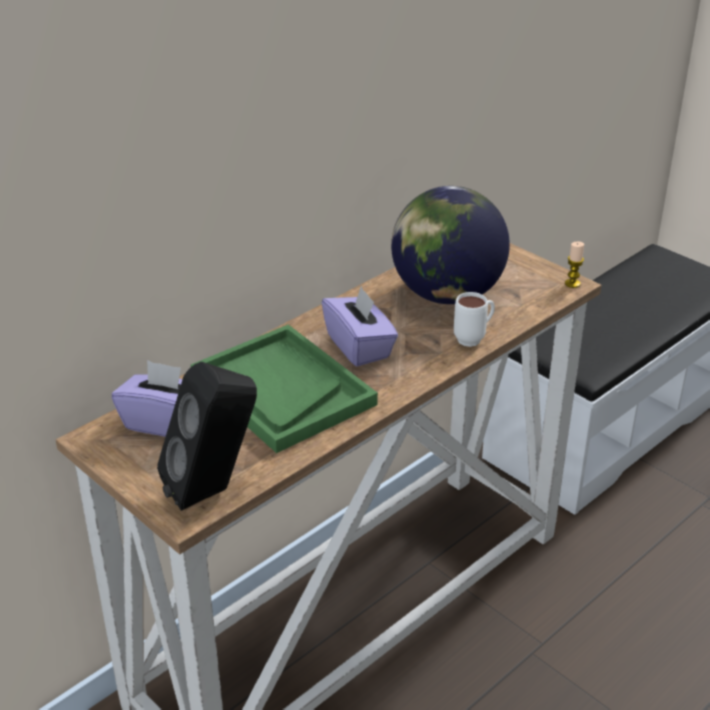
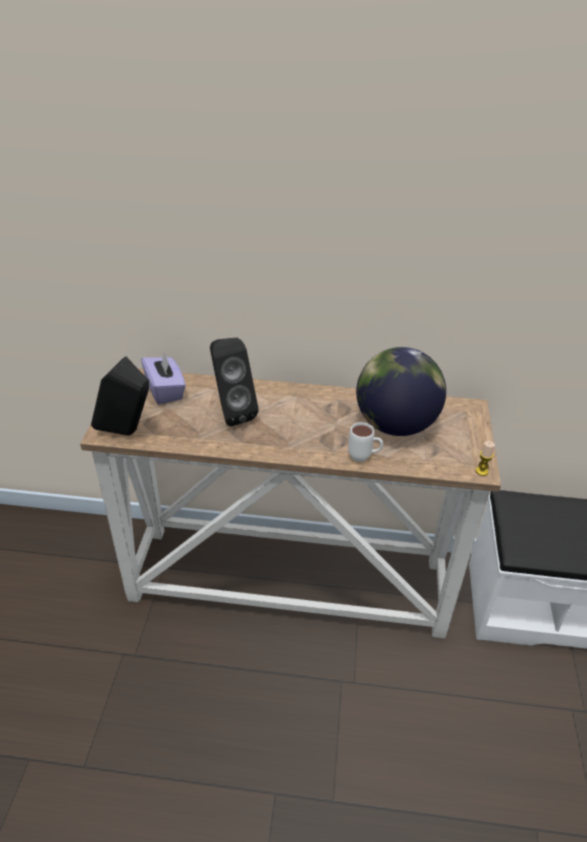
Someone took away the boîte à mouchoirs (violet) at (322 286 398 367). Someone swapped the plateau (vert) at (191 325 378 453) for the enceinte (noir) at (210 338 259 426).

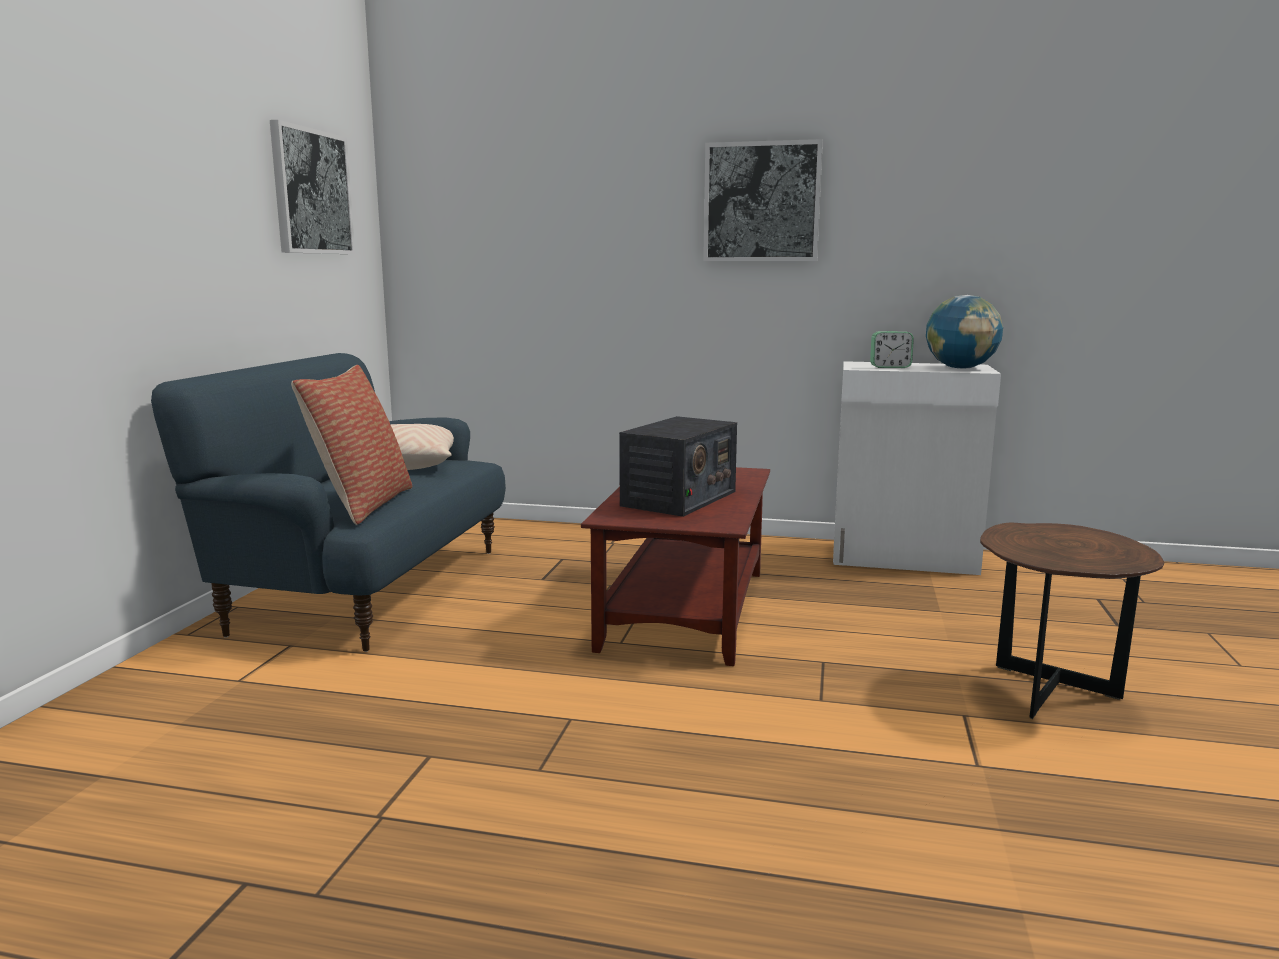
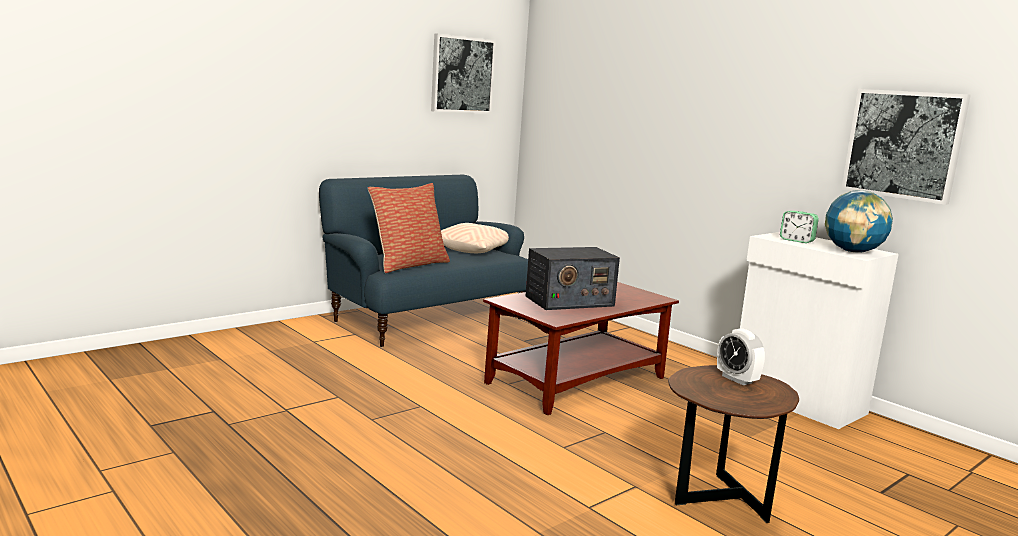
Someone put down the réveil at (717 328 765 385). Someone carried the tableau from (703 139 823 261) to (841 89 971 205).

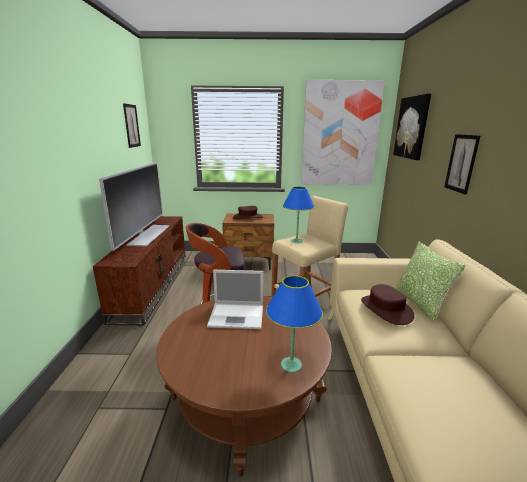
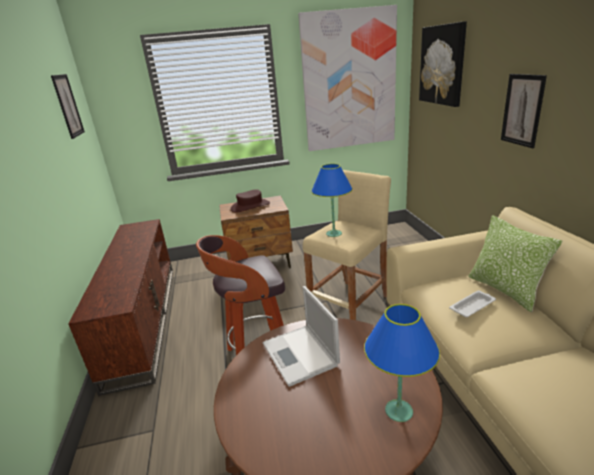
Someone took away the téléviseur at (99 162 170 251). Someone swapped the chapeau (marron) at (361 284 415 325) for the plateau (blanc) at (449 291 496 317). Someone rotated the ordinateur portable at (207 270 264 329) by 75 degrees clockwise.

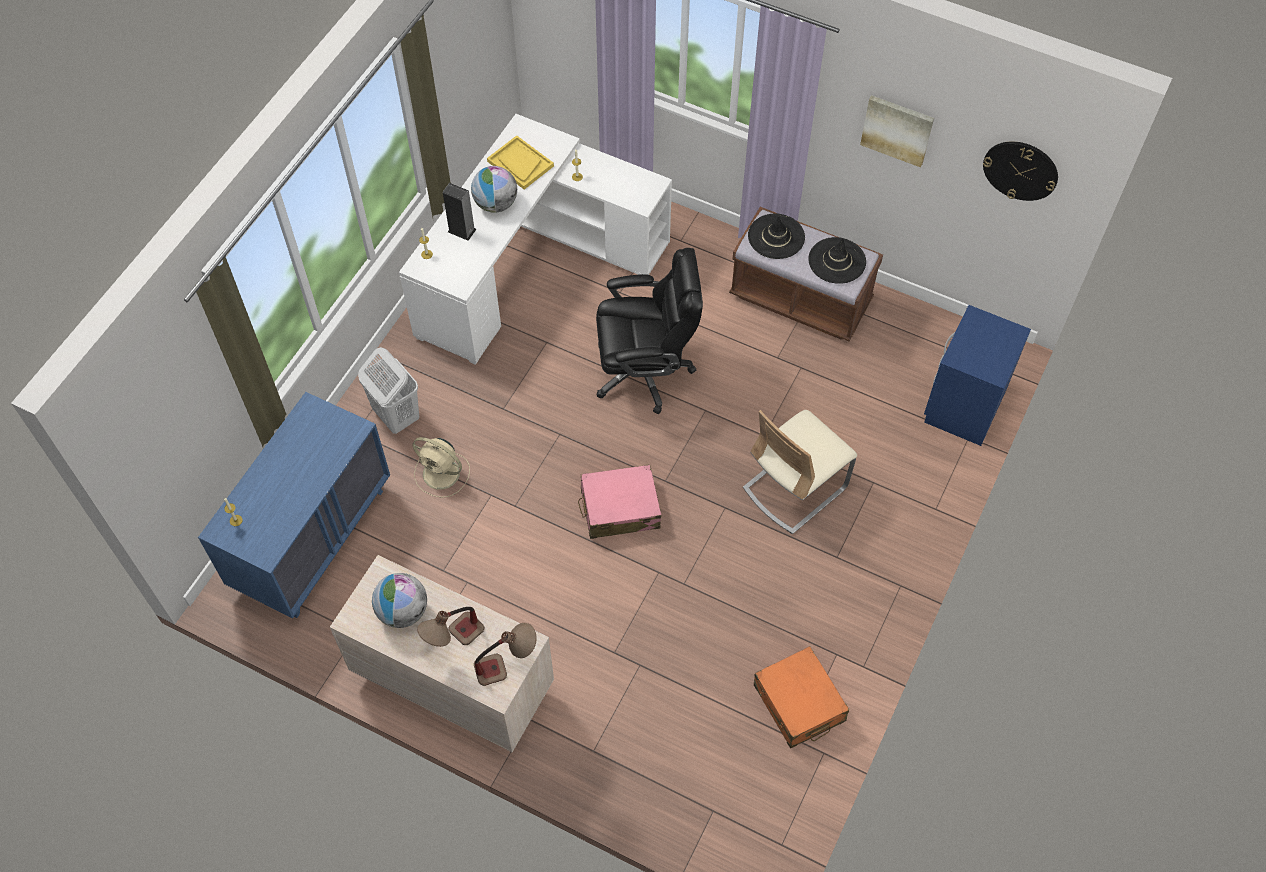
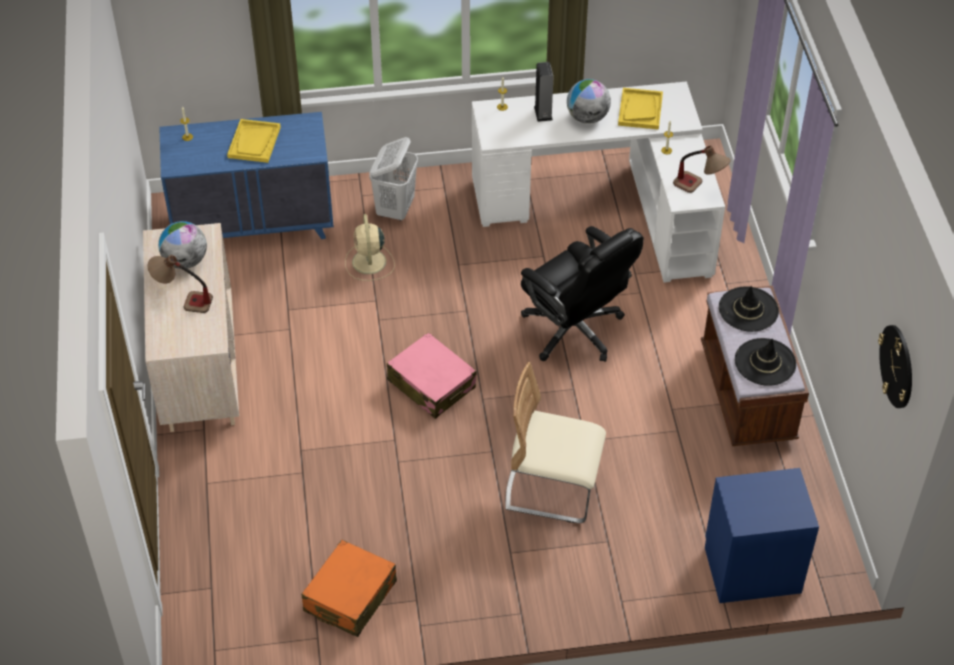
Someone took away the tableau at (860 95 934 168). Someone put down the plateau (jaune) at (227 119 281 163). Someone carried the lampe de table from (474 623 537 686) to (673 146 731 193).

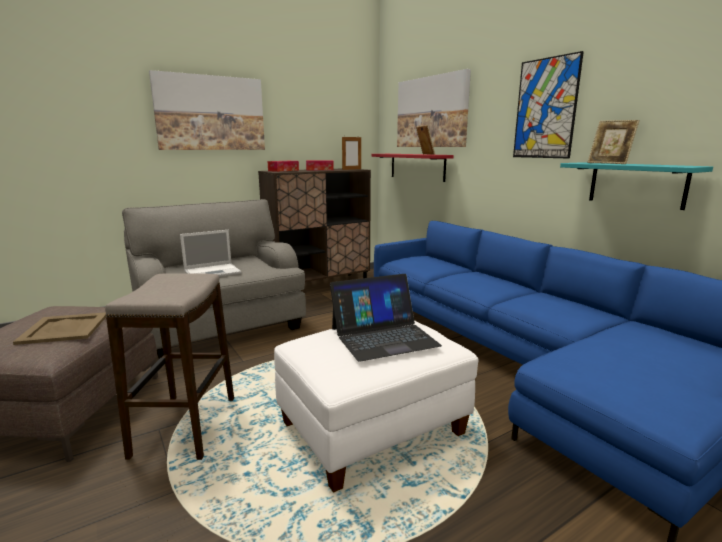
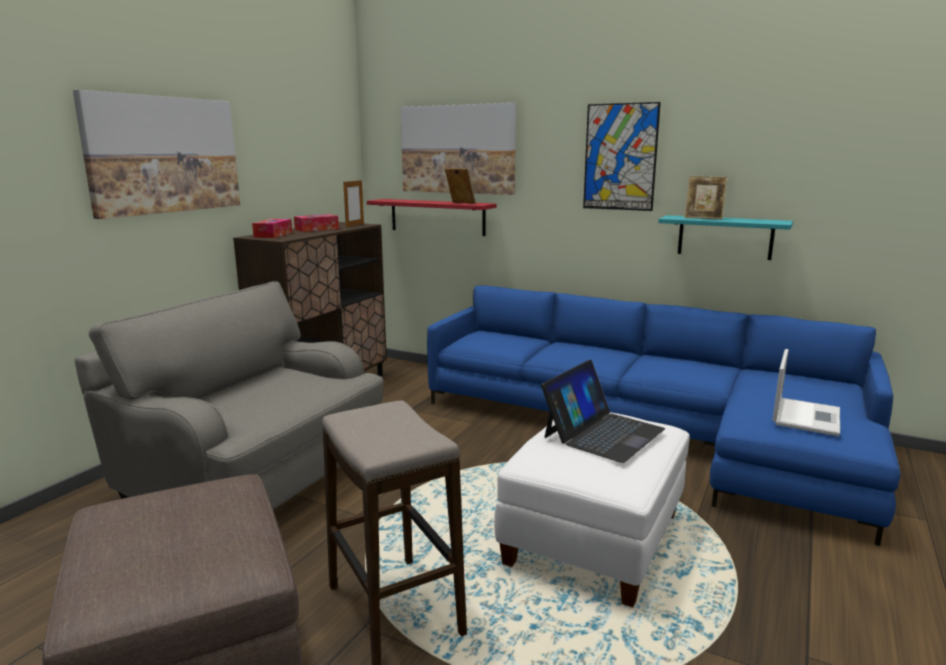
Someone took away the plateau (beige) at (13 312 106 345). Someone carried the ordinateur portable from (180 230 242 277) to (772 349 840 436).

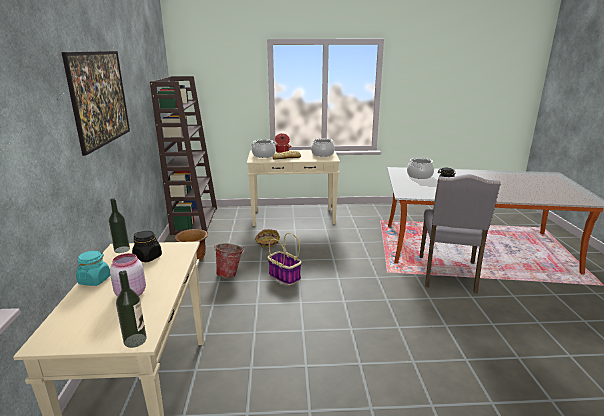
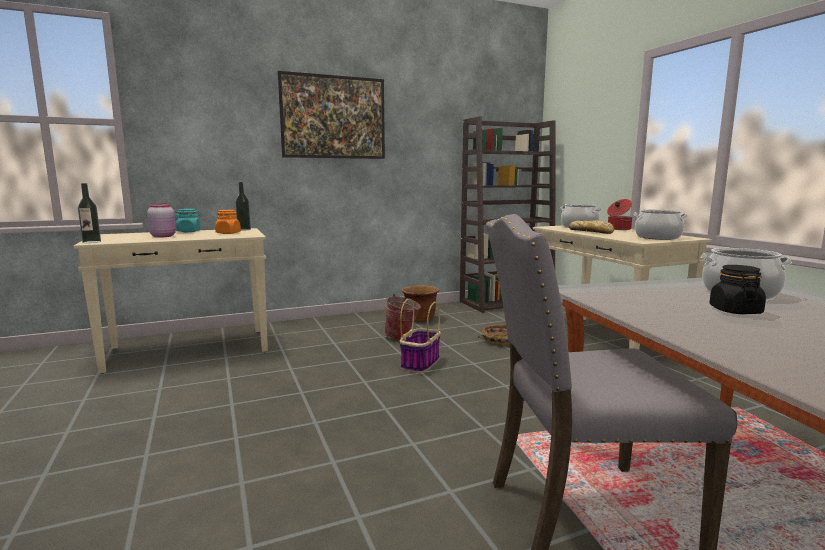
Someone repainted the bocal (noir) at (132 231 162 262), which became the bocal (orange) at (215 210 241 234).

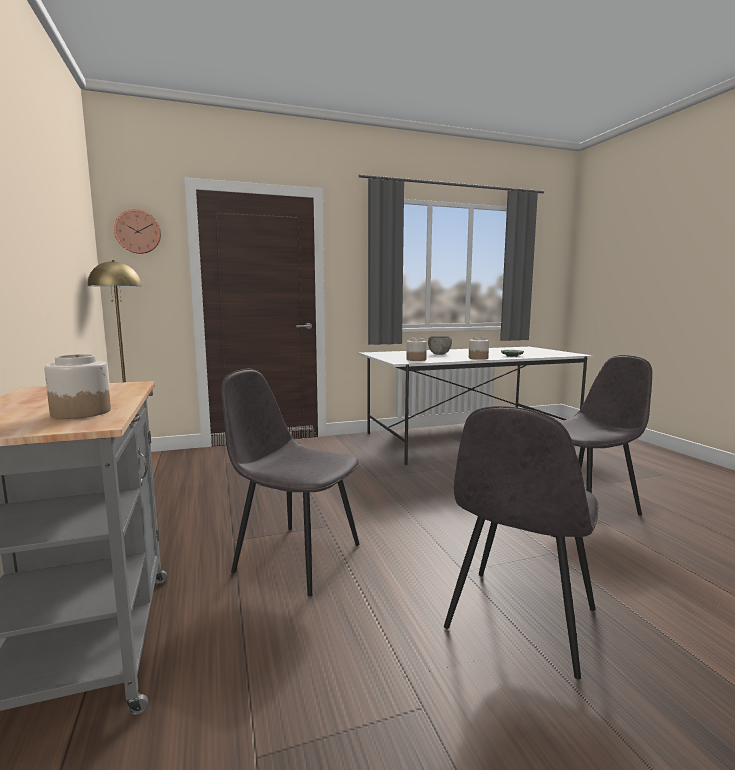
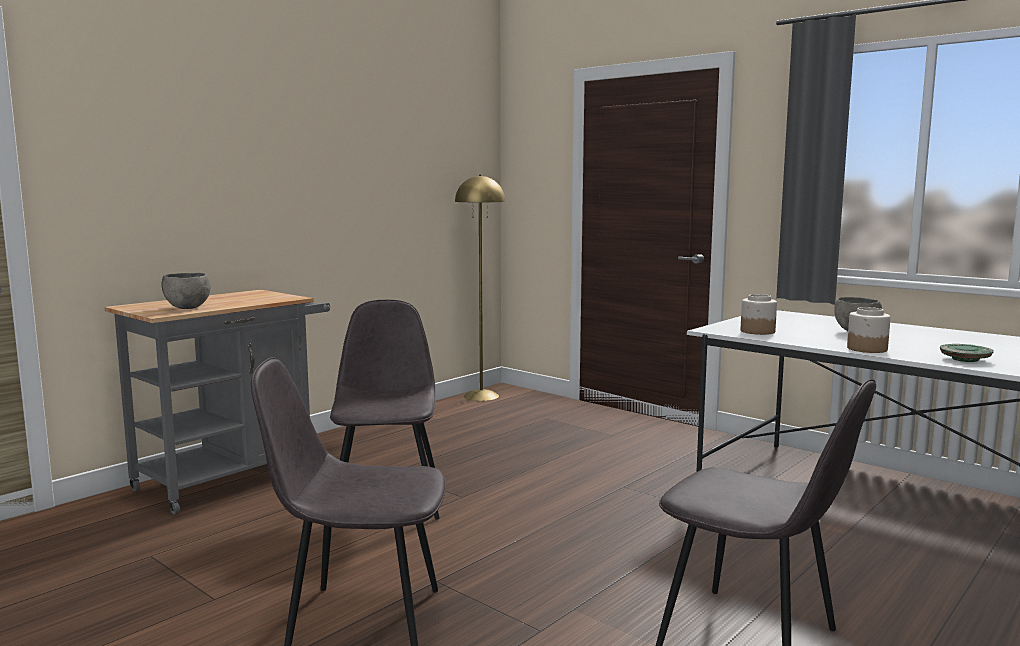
Someone took away the horloge murale at (114 209 161 254). Someone swapped the bocal at (44 354 111 419) for the bol (gris) at (162 273 211 309).

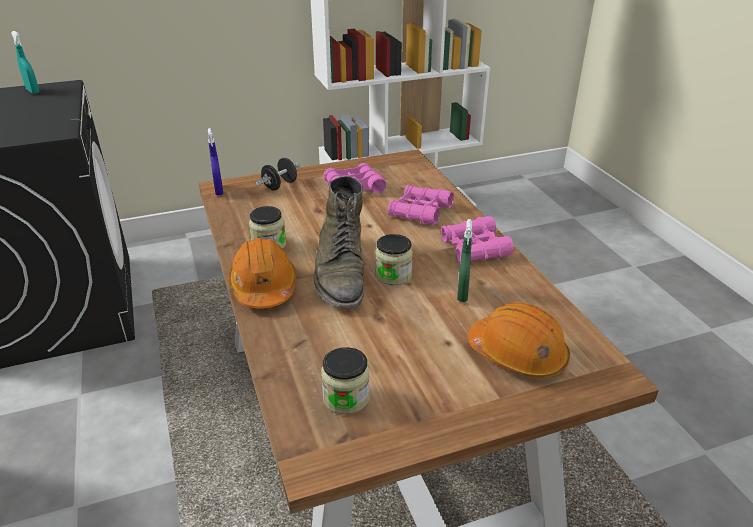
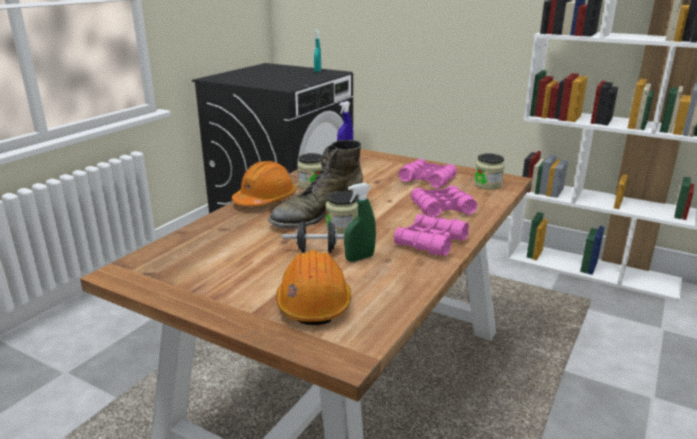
Someone carried the haltère (noir) from (256 158 300 190) to (282 221 344 253). Someone carried the bocal from (321 347 370 414) to (474 153 505 190).

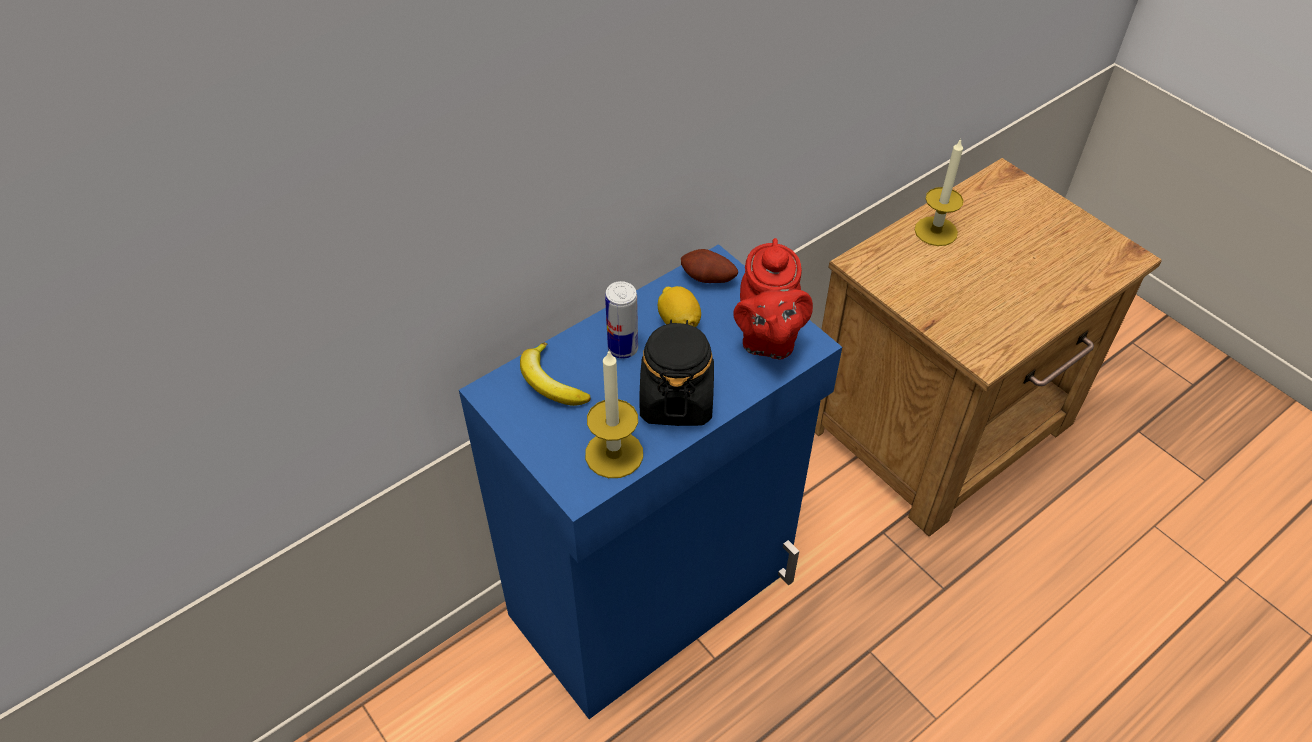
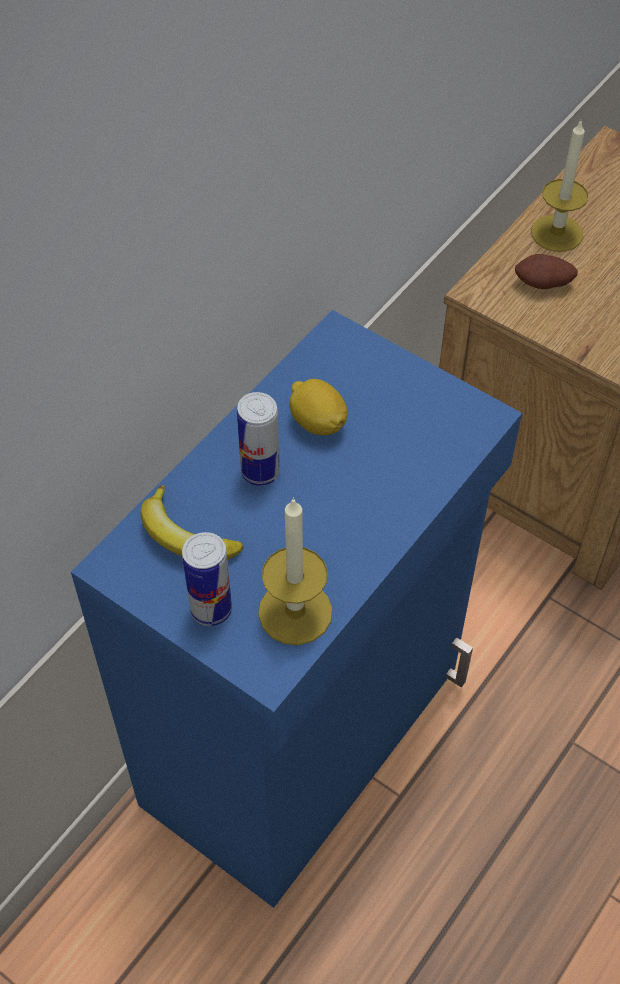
Someone took away the bocal (noir) at (639 320 714 426). Someone took away the théière (rouge) at (733 238 813 360). Someone put down the boîte métallique at (182 532 232 626). Someone carried the pomme de terre from (681 249 738 283) to (515 254 578 289).

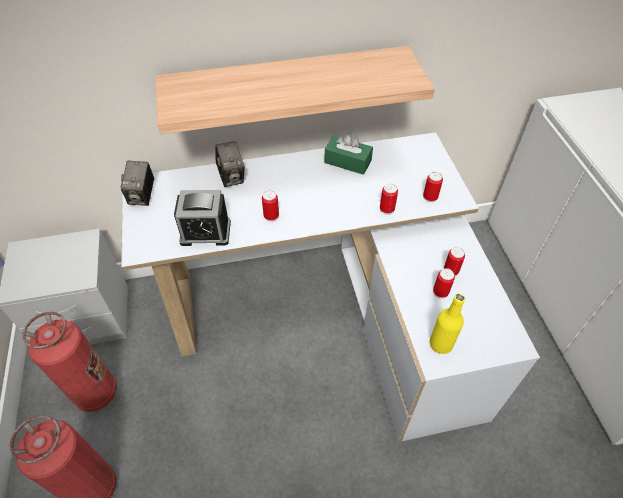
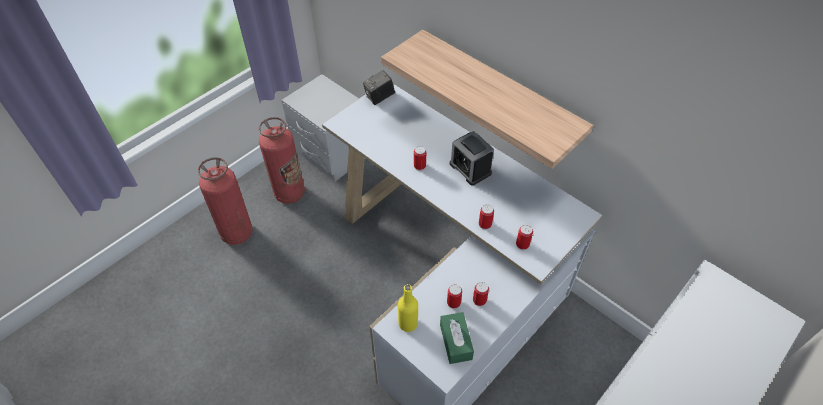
Someone took away the appareil photo at (215 141 245 187). Someone carried the réveil from (174 190 231 246) to (450 131 494 186). Someone carried the boîte à mouchoirs (vert) from (324 134 373 175) to (440 312 474 364).

